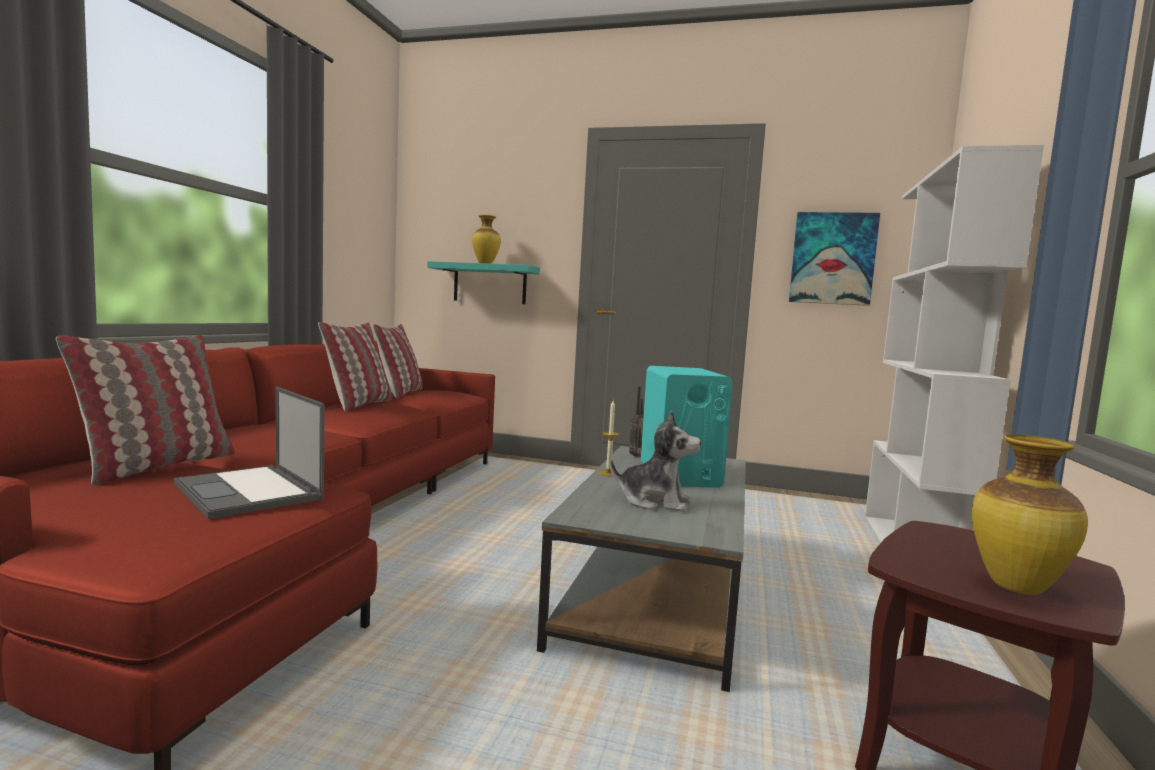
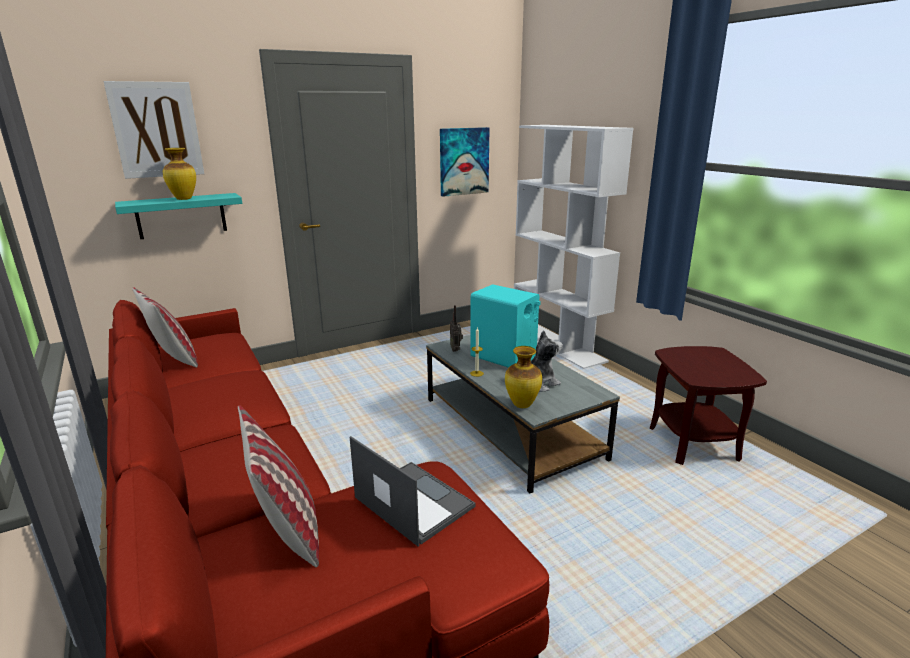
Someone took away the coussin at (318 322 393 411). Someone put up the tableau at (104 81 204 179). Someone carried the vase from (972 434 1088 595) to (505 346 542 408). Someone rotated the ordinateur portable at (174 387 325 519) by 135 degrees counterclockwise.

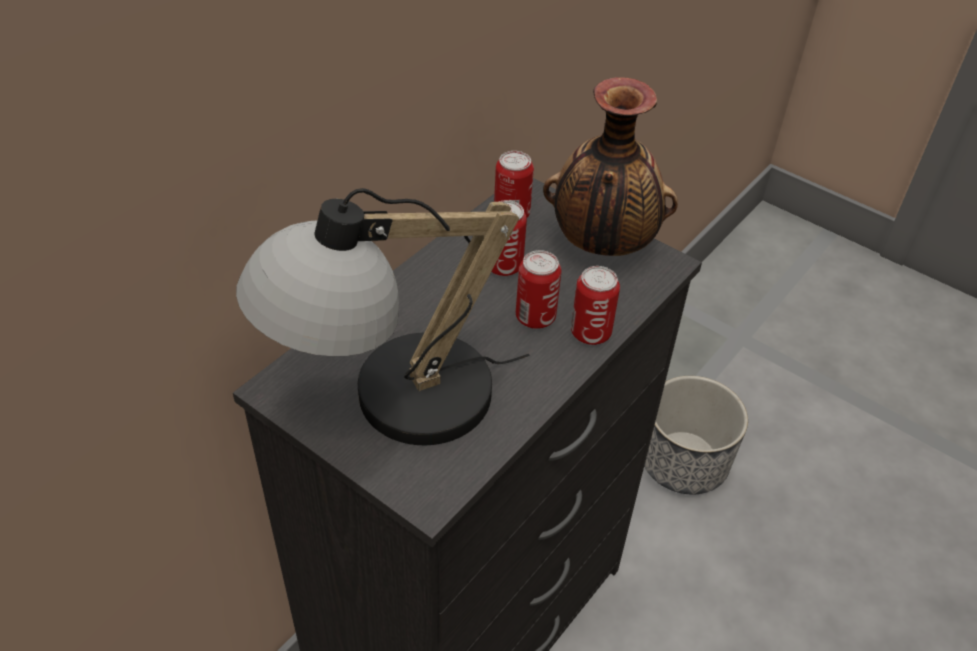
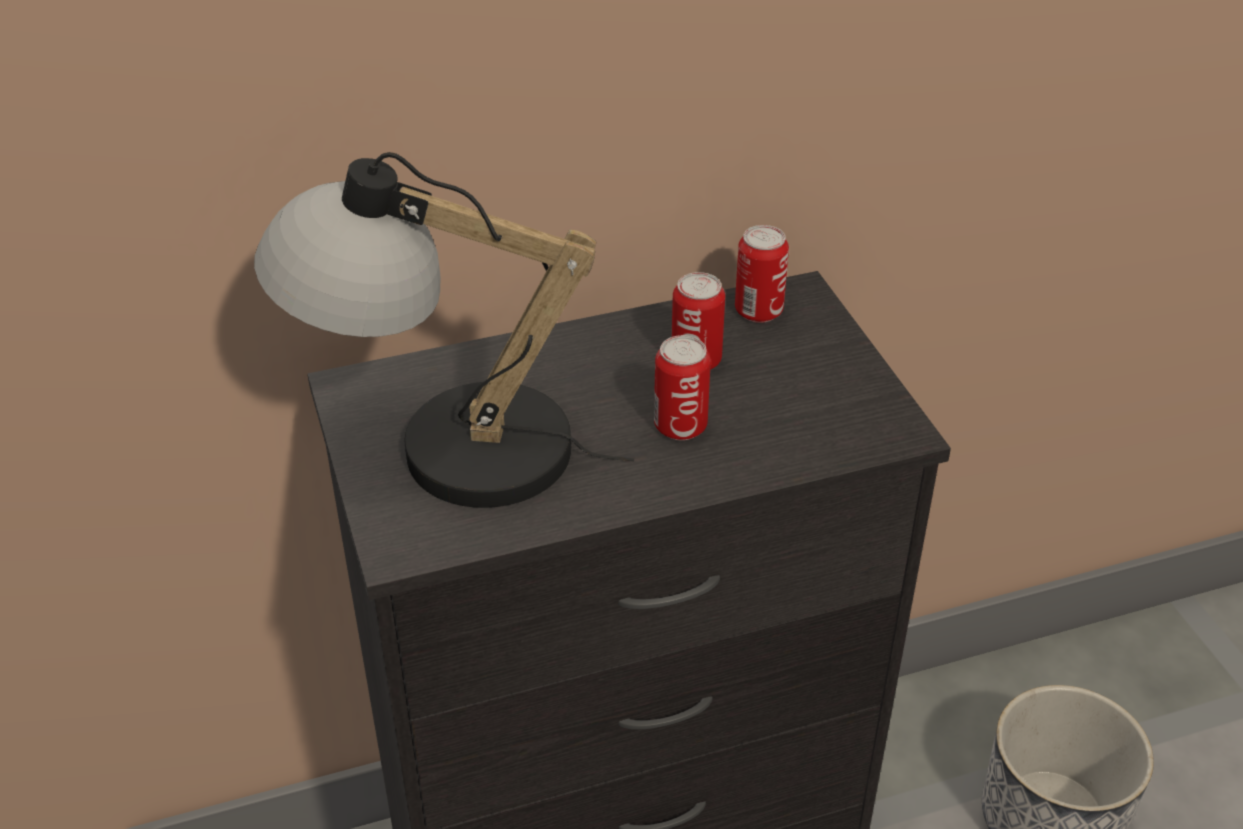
Someone took away the vase at (543 77 678 256). Someone took away the boîte métallique at (571 266 620 345).

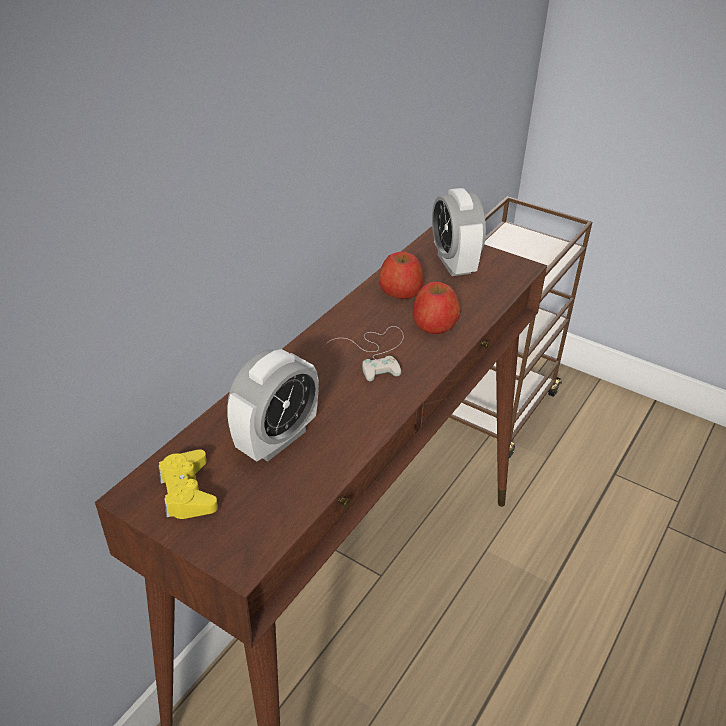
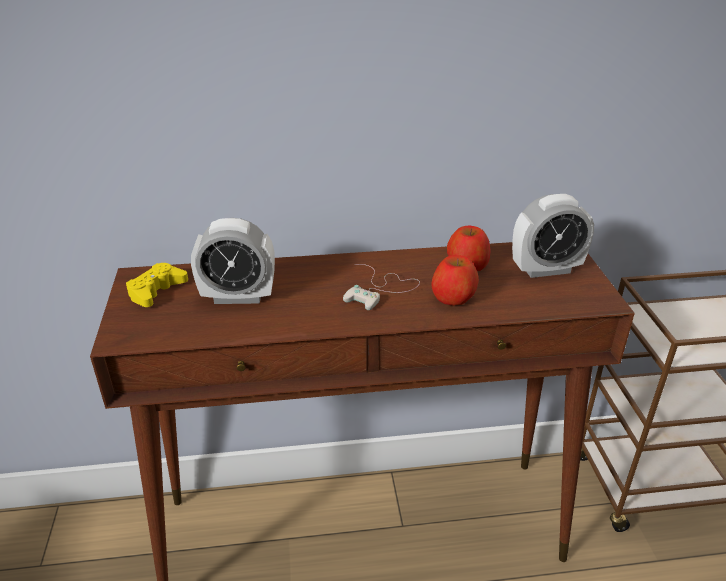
Someone rotated the réveil at (432 188 486 276) by 135 degrees counterclockwise.

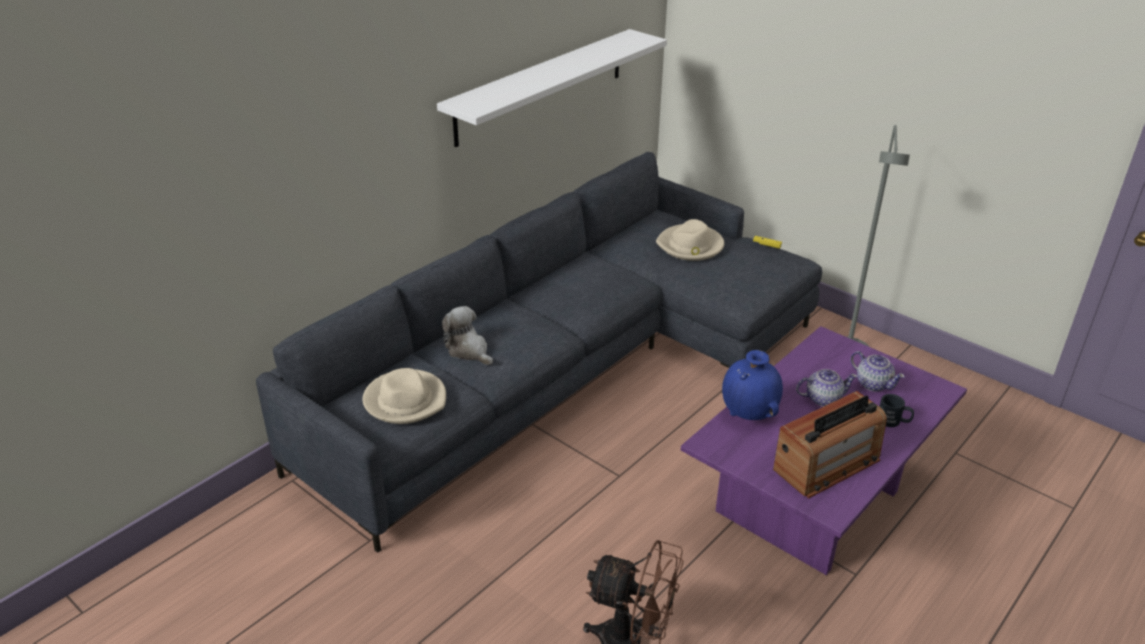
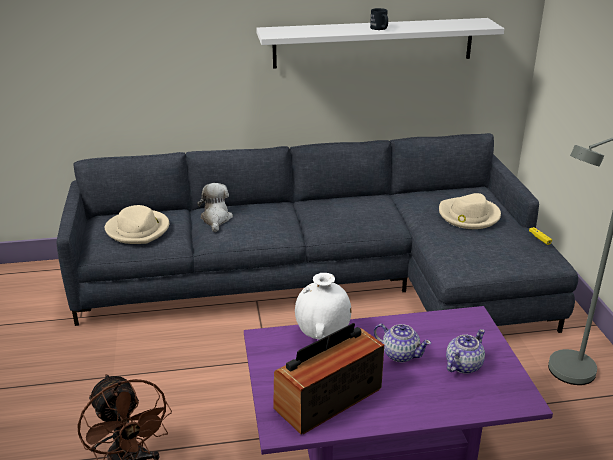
Someone carried the mug (noir) from (879 394 914 427) to (370 8 388 30). Someone repainted the vase (bleu) at (722 350 783 420), which became the vase (blanc) at (295 273 351 340). Someone rotated the radio at (773 391 887 498) by 135 degrees clockwise. Someone rotated the théière at (850 351 905 392) by 135 degrees counterclockwise.

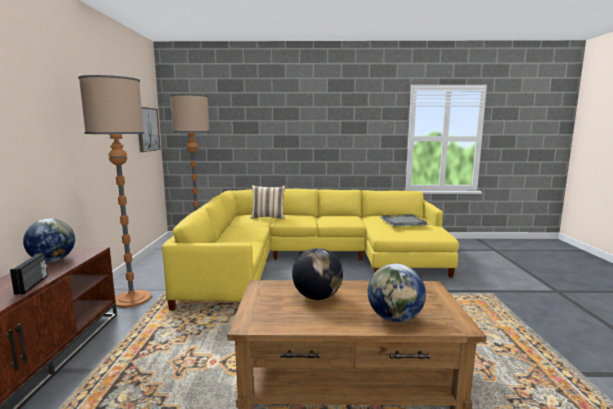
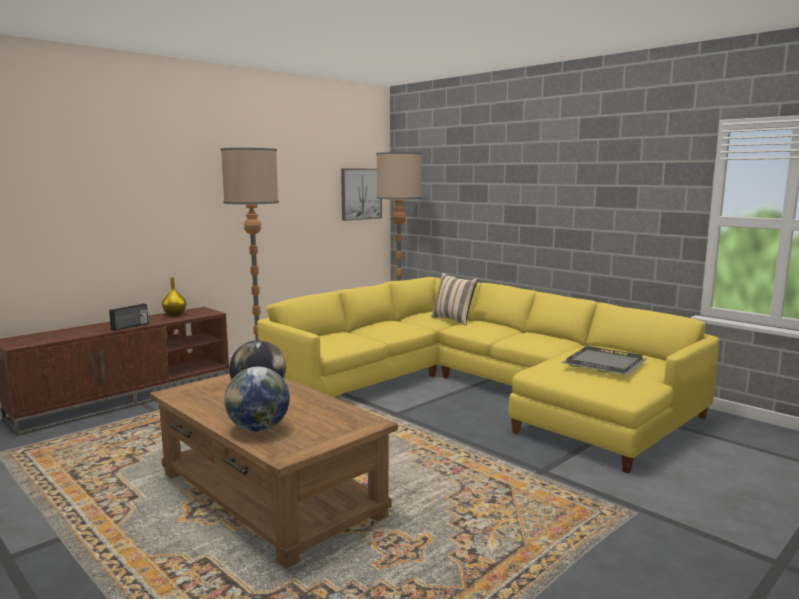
Someone swapped the globe at (23 218 75 262) for the vase (jaune) at (162 277 186 316).

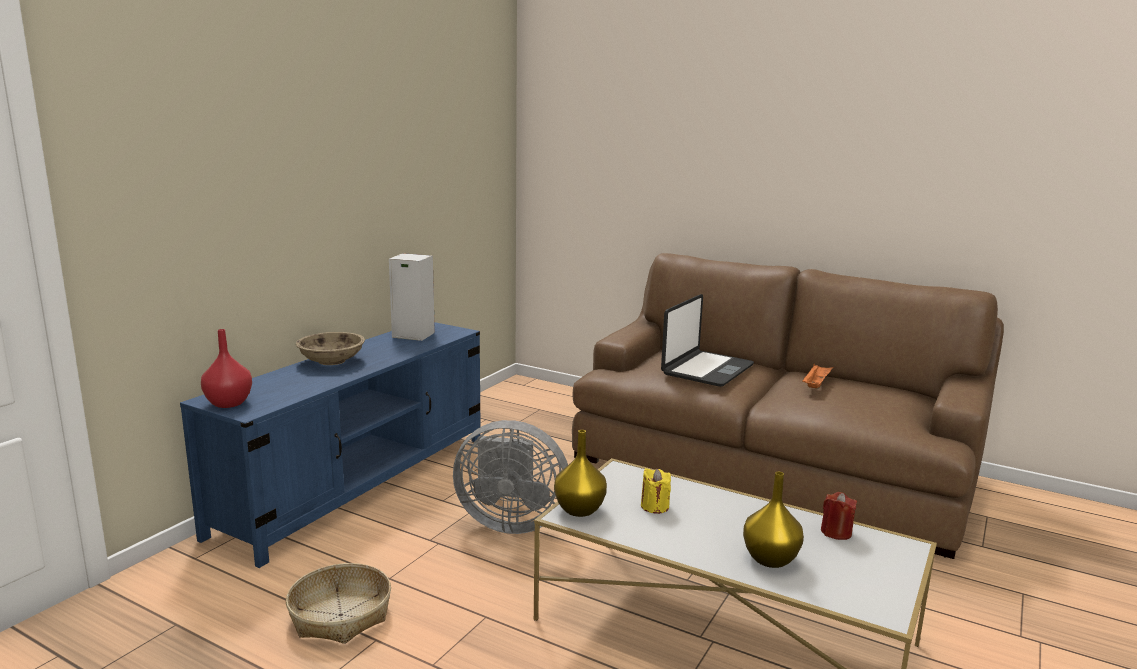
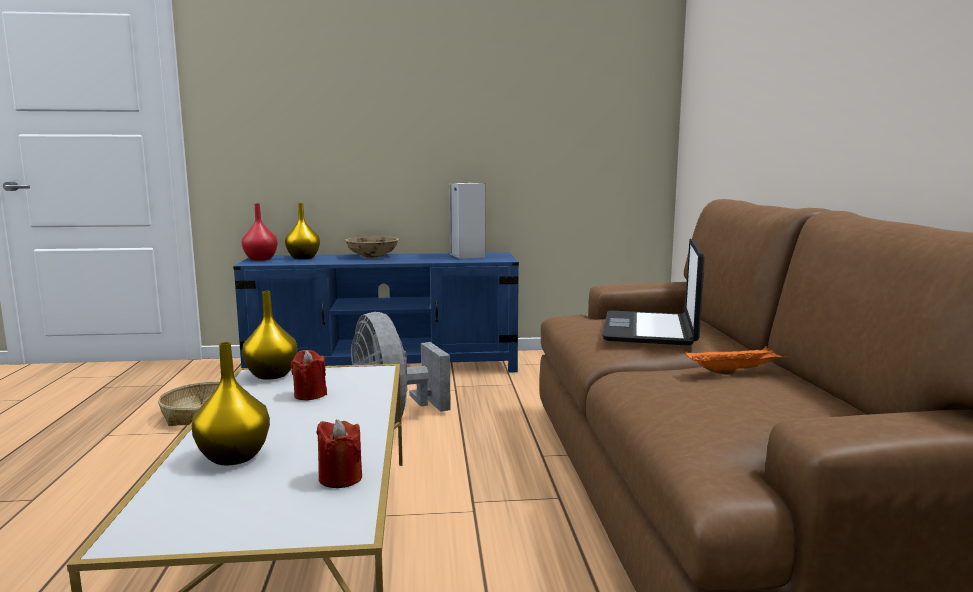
Someone put down the vase (jaune) at (285 203 320 259). Someone repainted the bougie (jaune) at (641 468 671 514), which became the bougie (rouge) at (291 350 327 400). Someone rotated the ordinateur portable at (661 294 754 387) by 105 degrees clockwise.

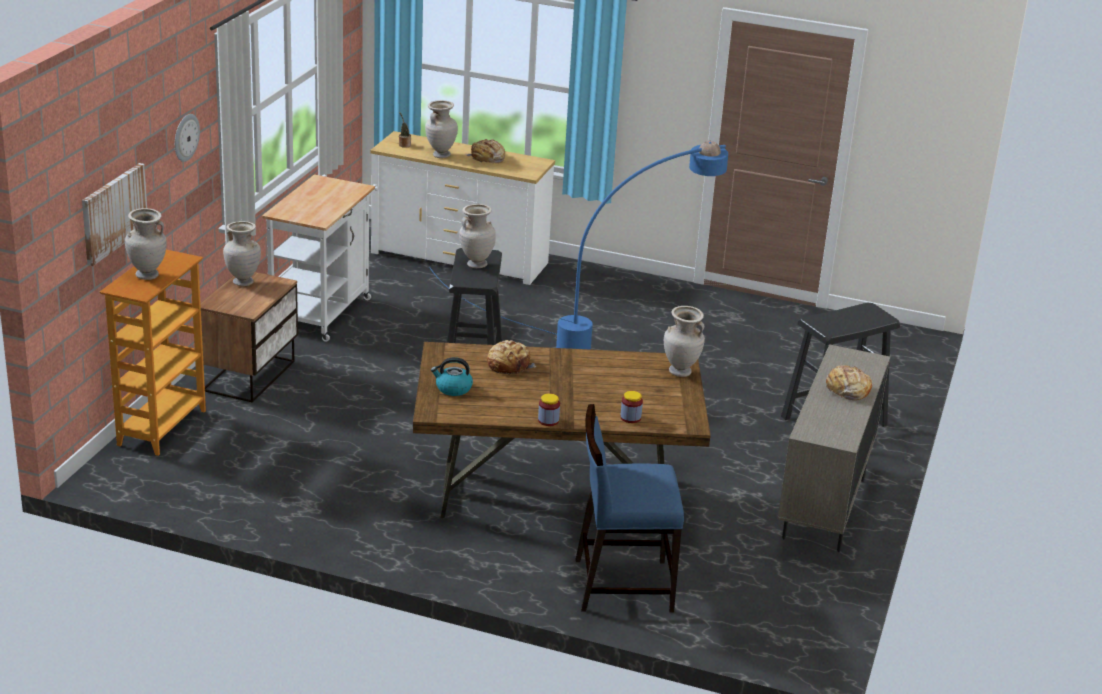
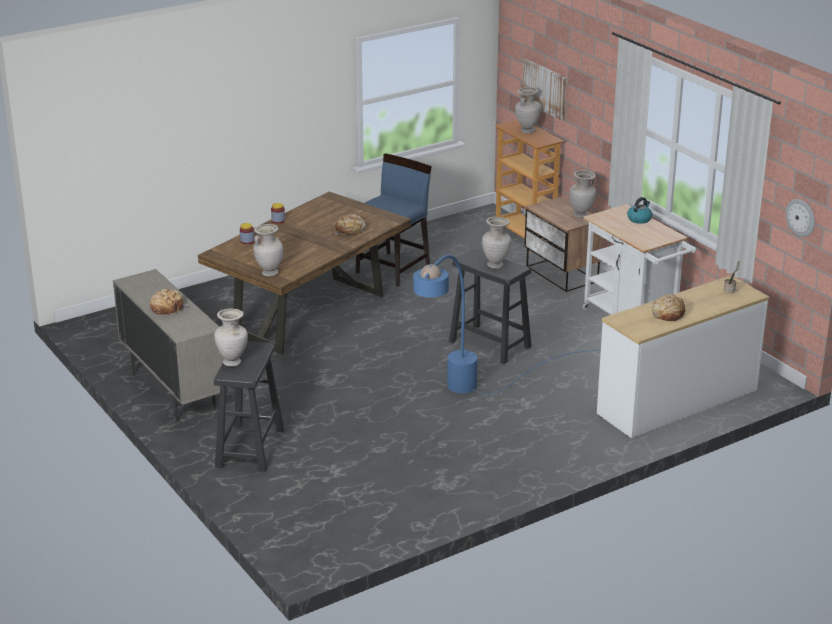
Someone carried the horloge murale from (175 114 200 162) to (786 199 815 237). Someone carried the vase (beige) from (425 100 458 158) to (214 309 248 367). Someone carried the bouilloire from (431 357 473 396) to (627 197 652 224). Someone carried the chaise (bleu) from (575 404 684 612) to (356 153 432 287).

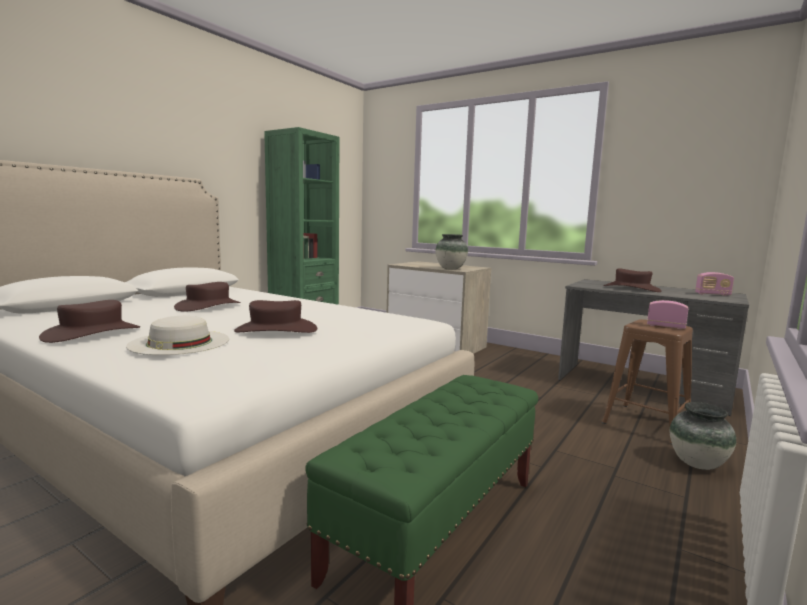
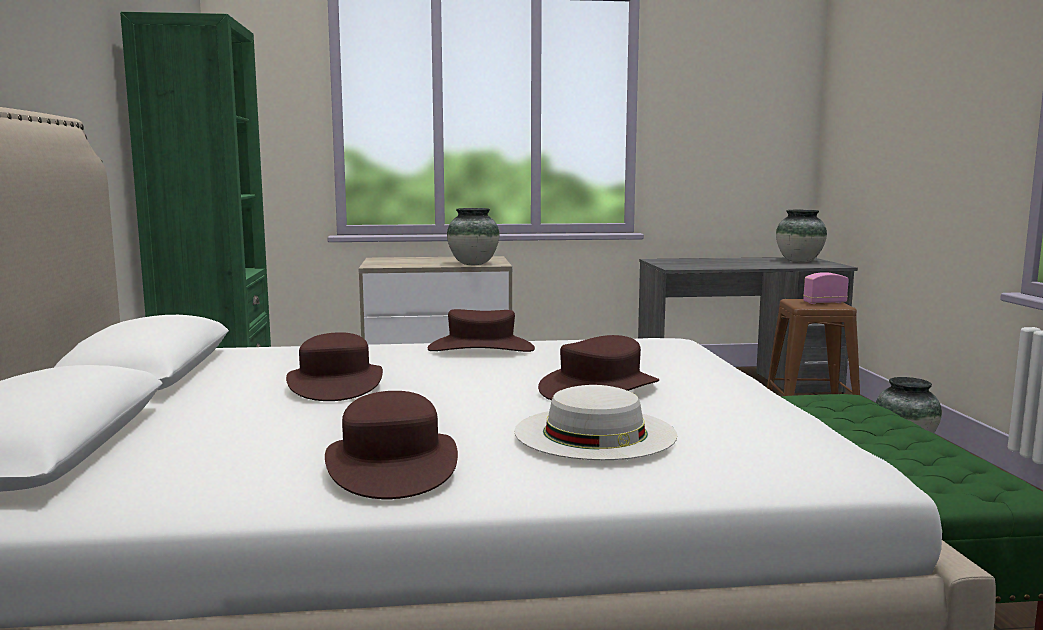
Someone carried the chapeau (marron) from (604 268 661 292) to (428 309 535 352). Someone swapped the radio at (695 272 734 296) for the vase at (776 210 827 262).

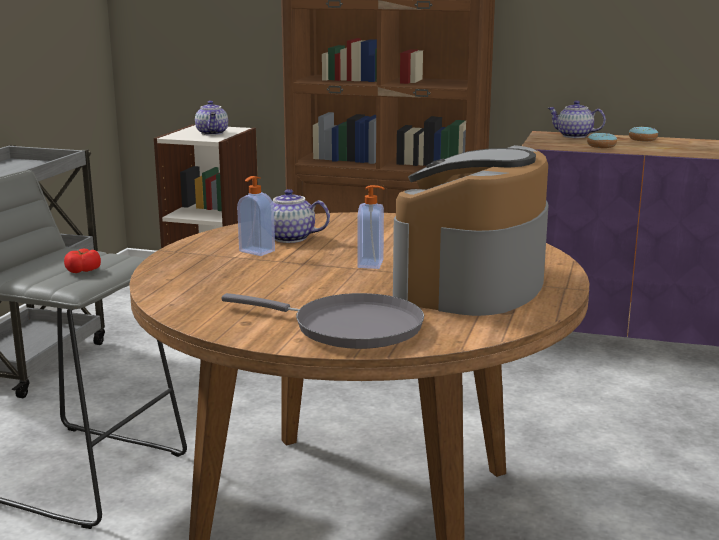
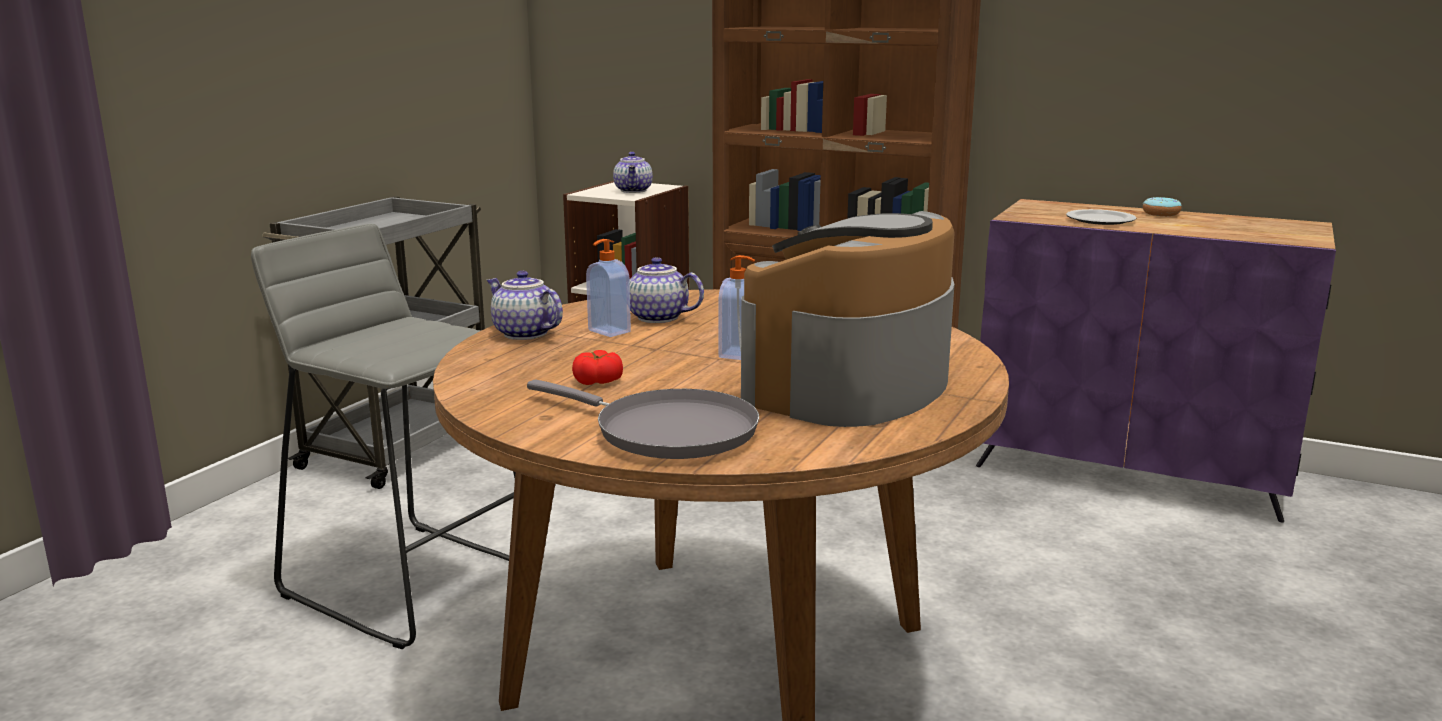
Someone carried the tomate from (64 249 101 273) to (572 350 623 385). Someone carried the théière from (548 101 606 138) to (487 271 563 340). Someone swapped the beignet at (587 133 617 148) for the assiette at (1066 209 1136 225).

